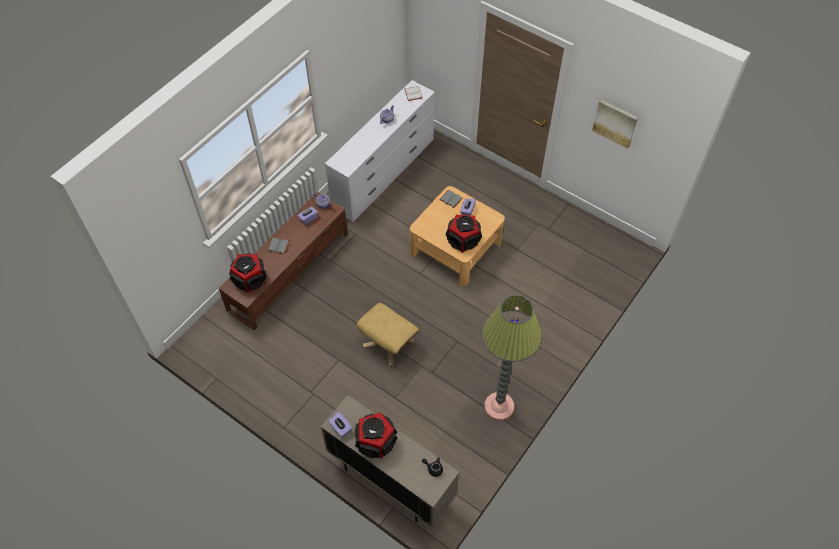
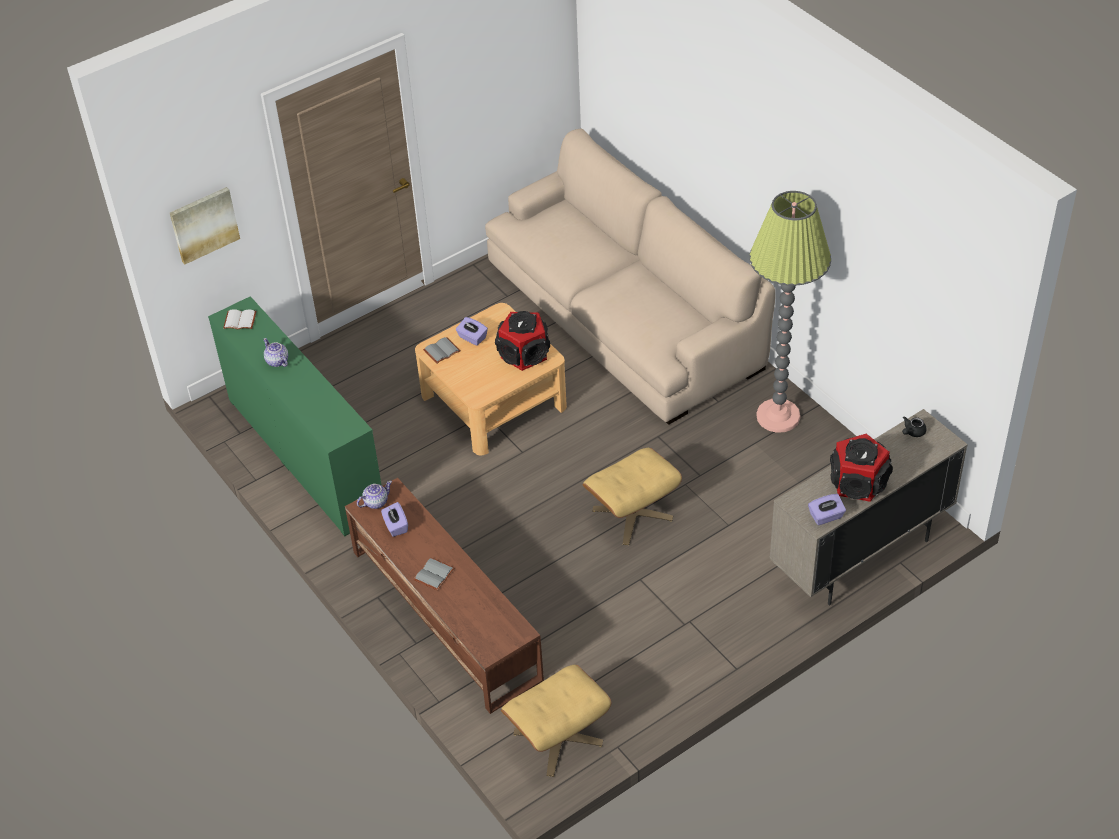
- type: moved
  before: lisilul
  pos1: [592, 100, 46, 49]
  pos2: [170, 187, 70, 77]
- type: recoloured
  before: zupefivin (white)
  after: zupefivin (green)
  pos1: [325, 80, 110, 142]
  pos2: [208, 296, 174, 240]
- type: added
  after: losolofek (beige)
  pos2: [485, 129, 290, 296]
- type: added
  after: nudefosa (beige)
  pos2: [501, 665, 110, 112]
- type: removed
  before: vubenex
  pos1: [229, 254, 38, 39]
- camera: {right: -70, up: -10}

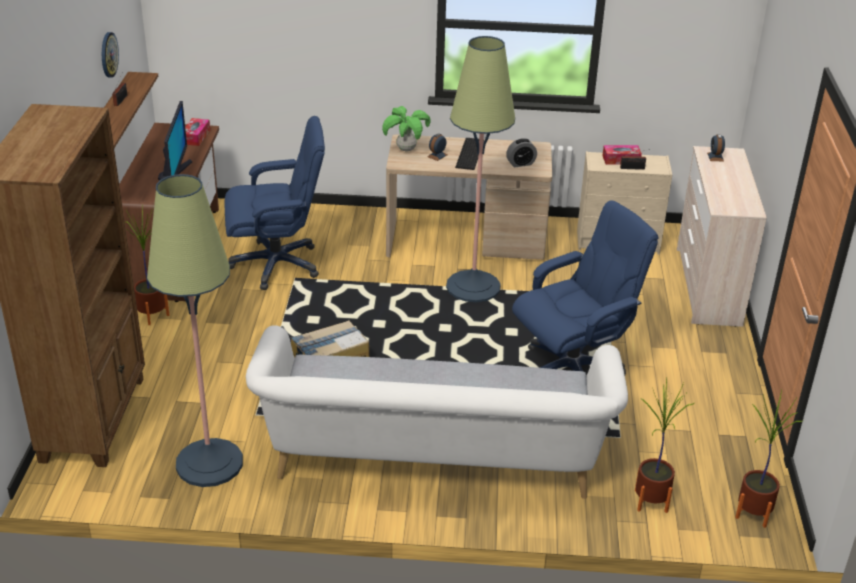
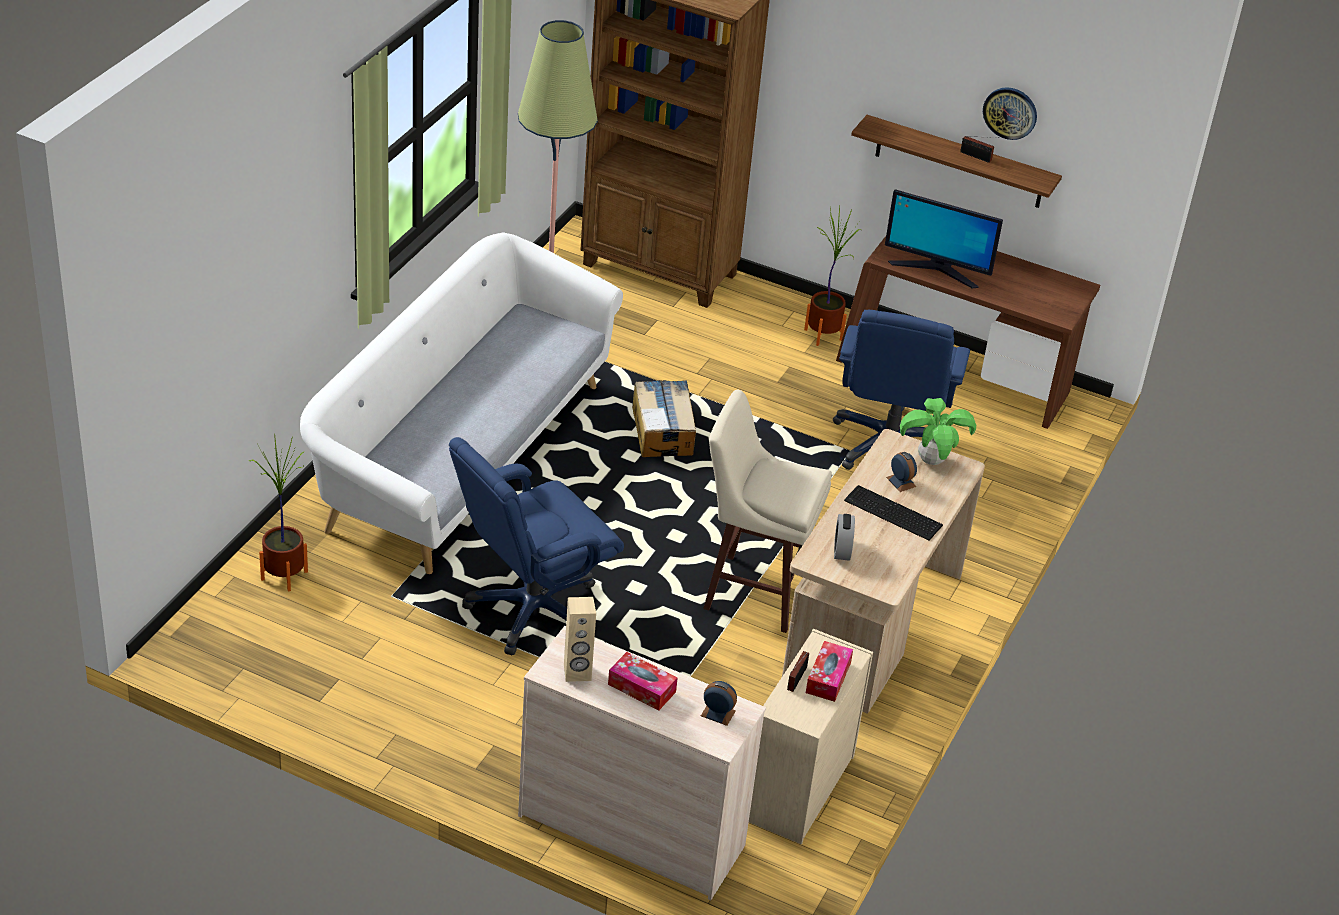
- type: turned
  before: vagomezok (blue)
  pos1: [512, 200, 147, 175]
  pos2: [449, 437, 175, 218]
  turn: 60
- type: added
  after: vubenex (beige)
  pos2: [564, 597, 32, 85]
- type: moved
  before: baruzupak
  pos1: [185, 118, 25, 28]
  pos2: [608, 652, 70, 59]
- type: replaced
  before: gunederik
  after: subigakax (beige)
  pos1: [446, 36, 69, 266]
  pos2: [703, 390, 129, 243]
- type: removed
  before: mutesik
  pos1: [735, 390, 69, 138]
- camera: {right: 110, up: 5}

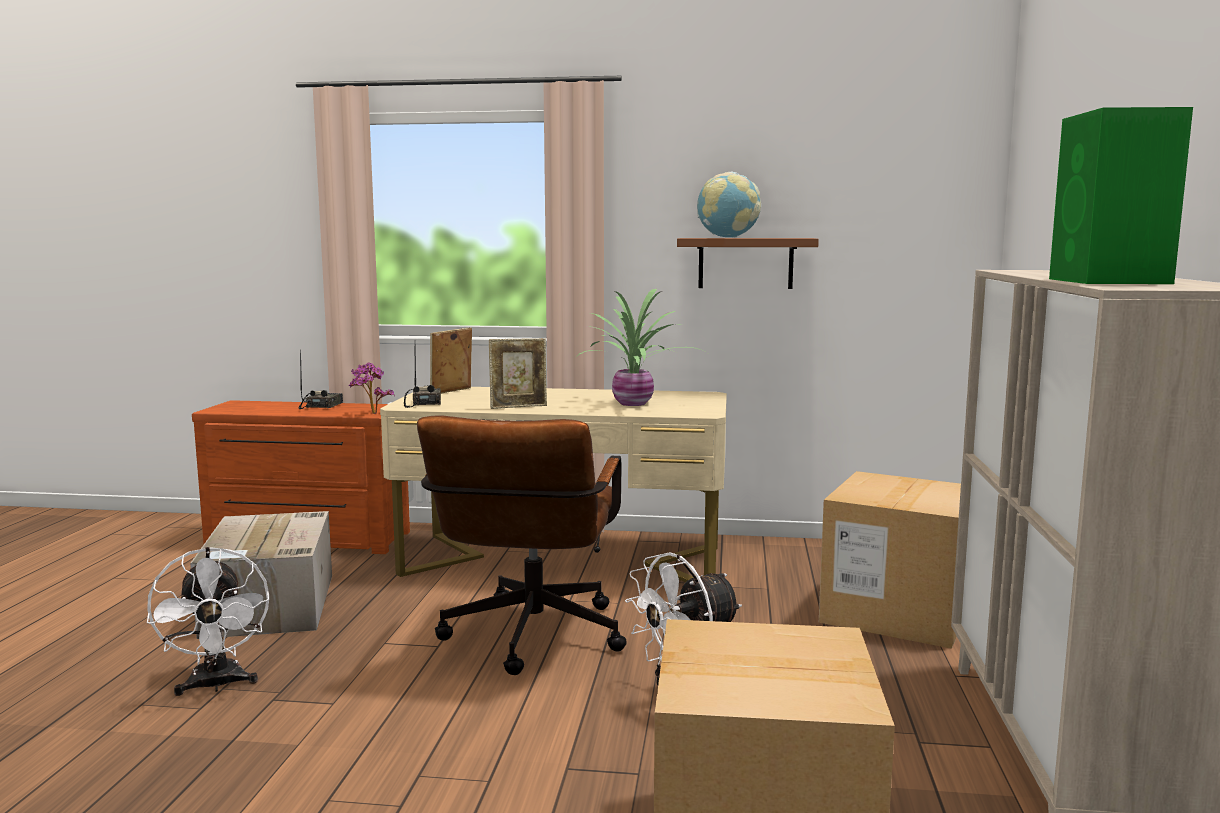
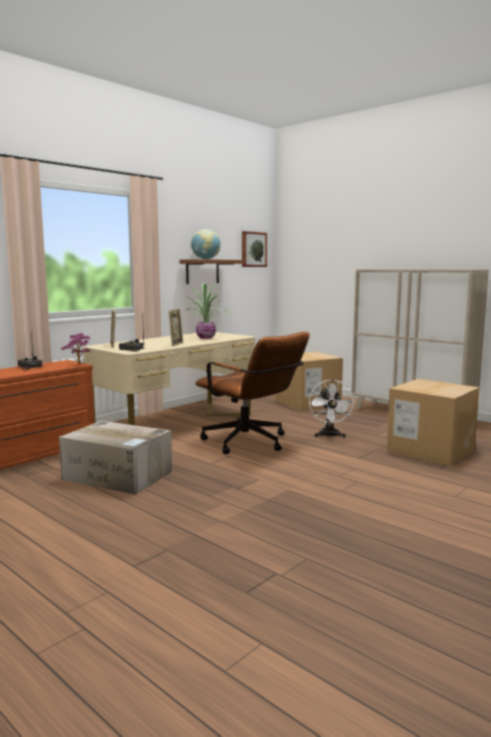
- type: added
  after: lisilul
  pos2: [242, 231, 25, 36]
- type: removed
  before: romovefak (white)
  pos1: [147, 547, 122, 149]
- type: removed
  before: vubenex (green)
  pos1: [1049, 107, 144, 177]
- camera: {right: -55, up: 0}

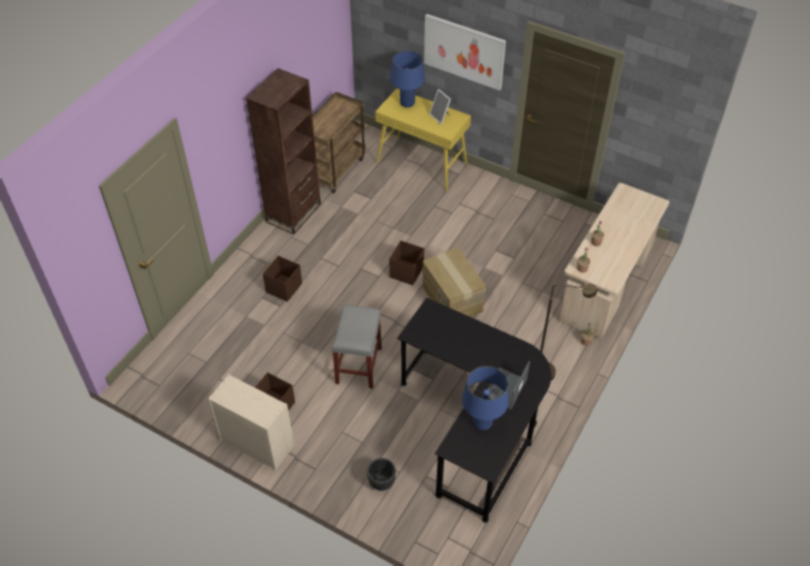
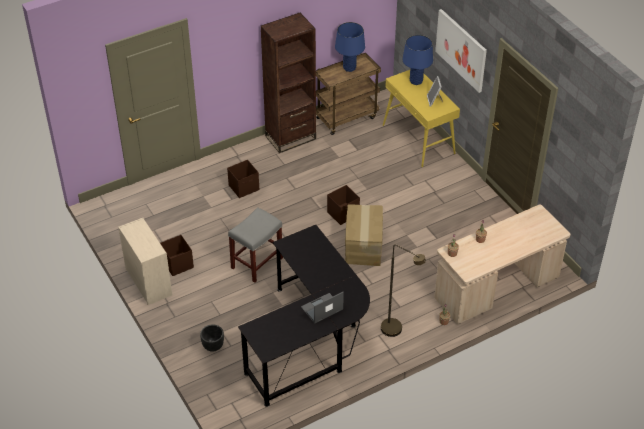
- type: moved
  before: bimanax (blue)
  pos1: [462, 366, 47, 64]
  pos2: [335, 22, 30, 50]
- camera: {right: 30, up: -5}

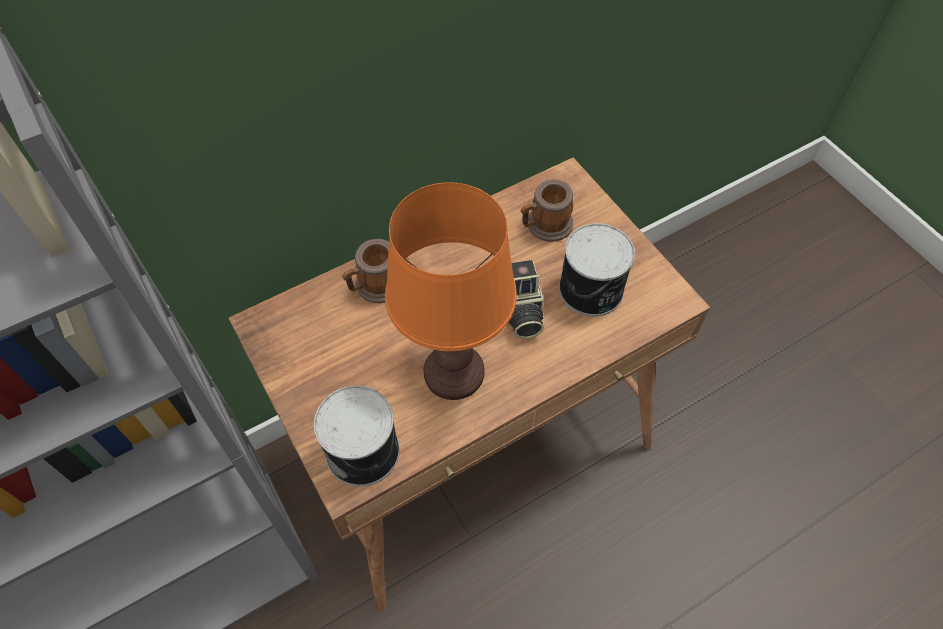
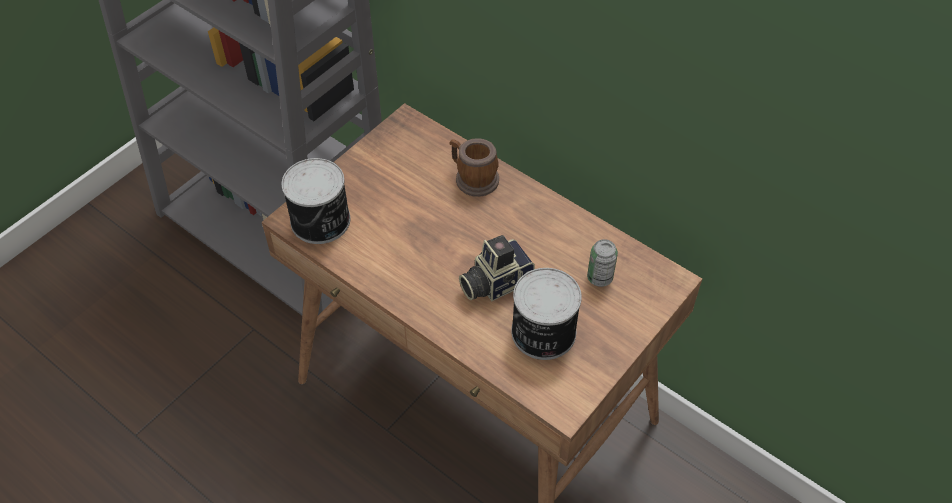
- type: replaced
  before: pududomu
  after: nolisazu
  pos1: [521, 179, 52, 63]
  pos2: [587, 239, 31, 48]
- type: removed
  before: bimanax (orange)
  pos1: [385, 182, 132, 218]
- camera: {right: 70, up: -5}

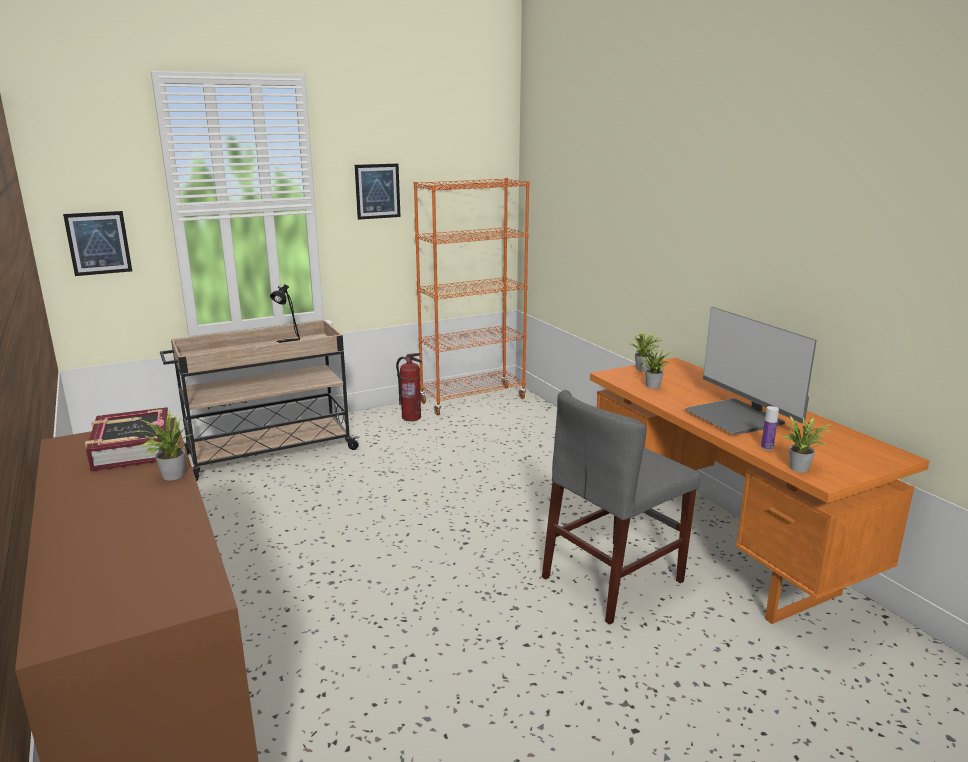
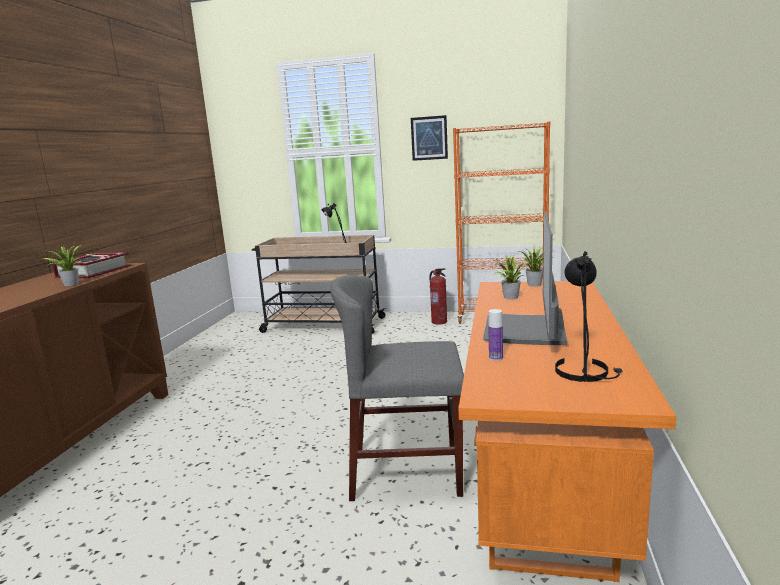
- type: added
  after: bimanax (black)
  pos2: [555, 251, 68, 131]
- type: removed
  before: lisilul
  pos1: [63, 211, 69, 65]
- type: removed
  before: mutesik
  pos1: [783, 416, 49, 57]
- camera: {right: 40, up: -5}

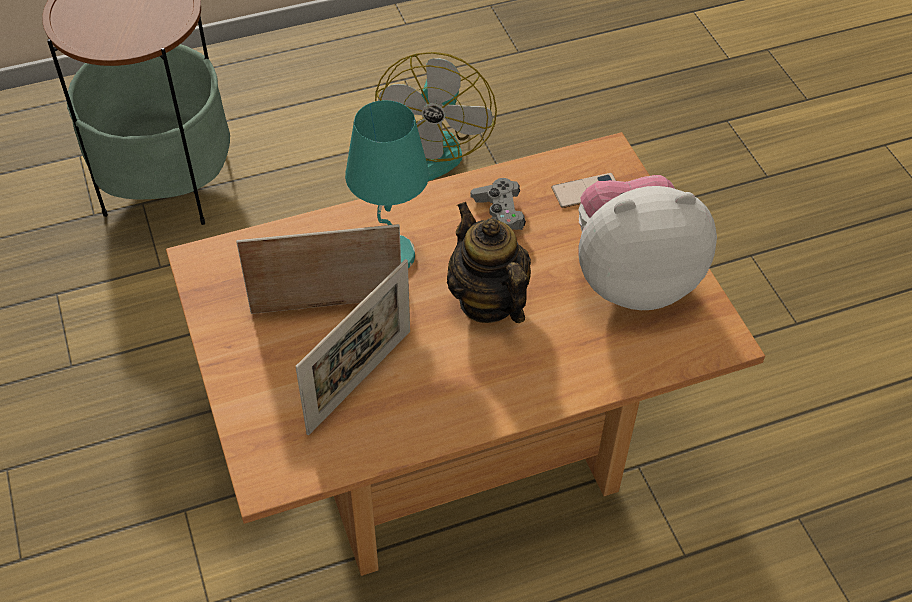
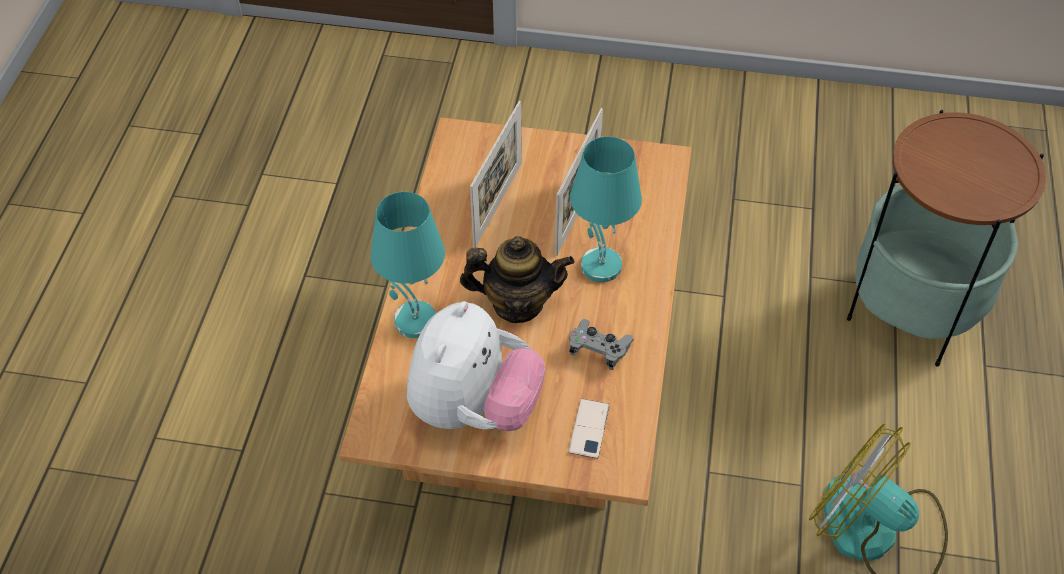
- type: added
  after: bimanax (turquoise)
  pos2: [371, 192, 74, 146]
- type: turned
  before: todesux
  pos1: [295, 259, 115, 176]
  pos2: [470, 101, 52, 147]
  turn: -135
- camera: {right: 120, up: 0}

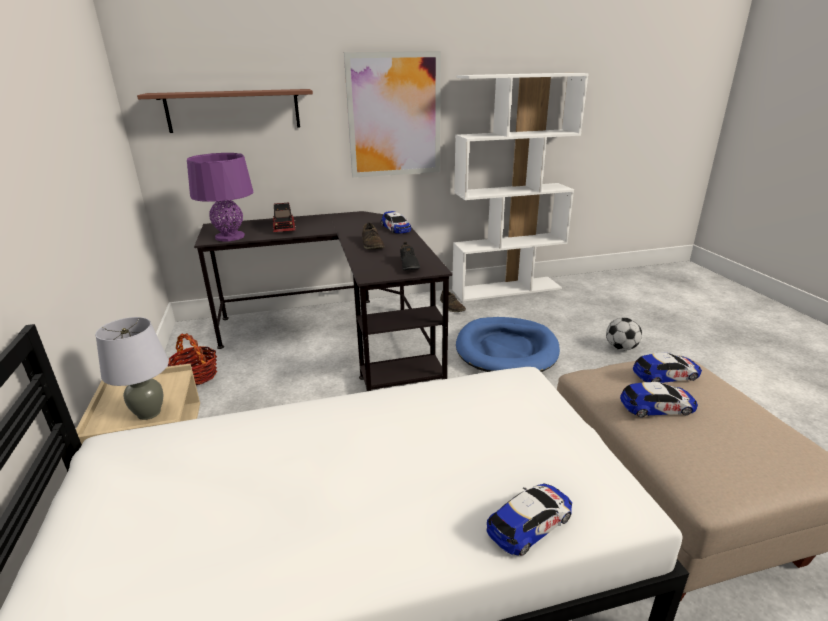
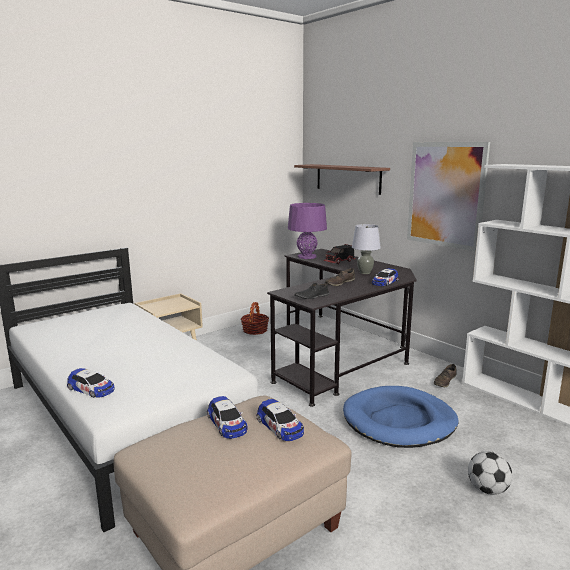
- type: moved
  before: bimanax (grey)
  pos1: [95, 317, 74, 103]
  pos2: [352, 224, 29, 50]
- camera: {right: 65, up: -10}

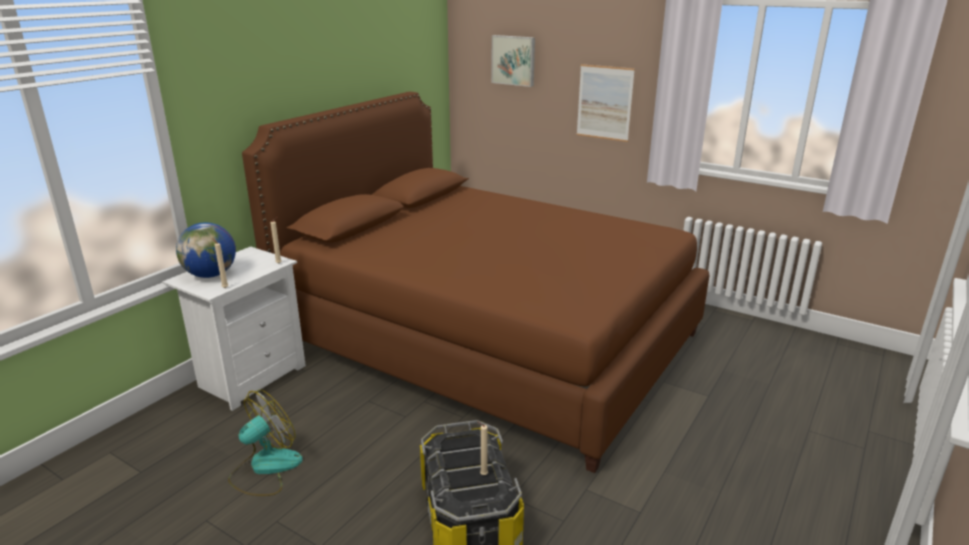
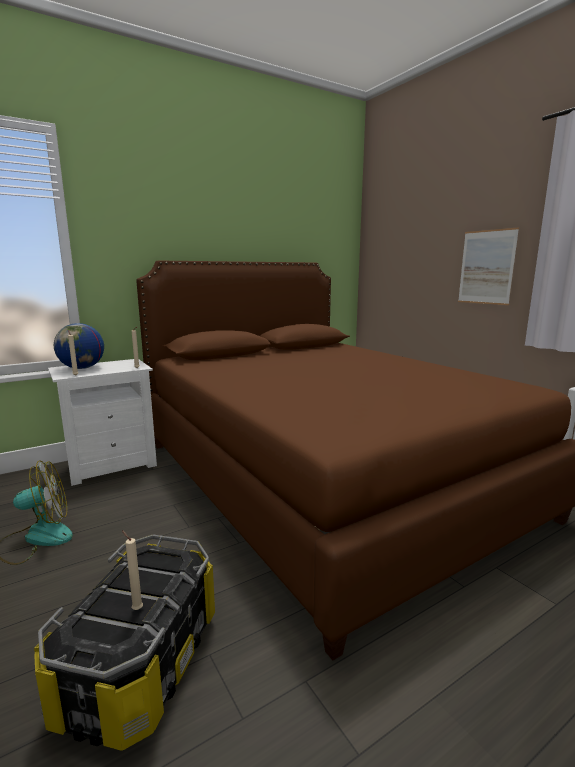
- type: removed
  before: lisilul
  pos1: [491, 35, 44, 52]
- camera: {right: 25, up: -10}

